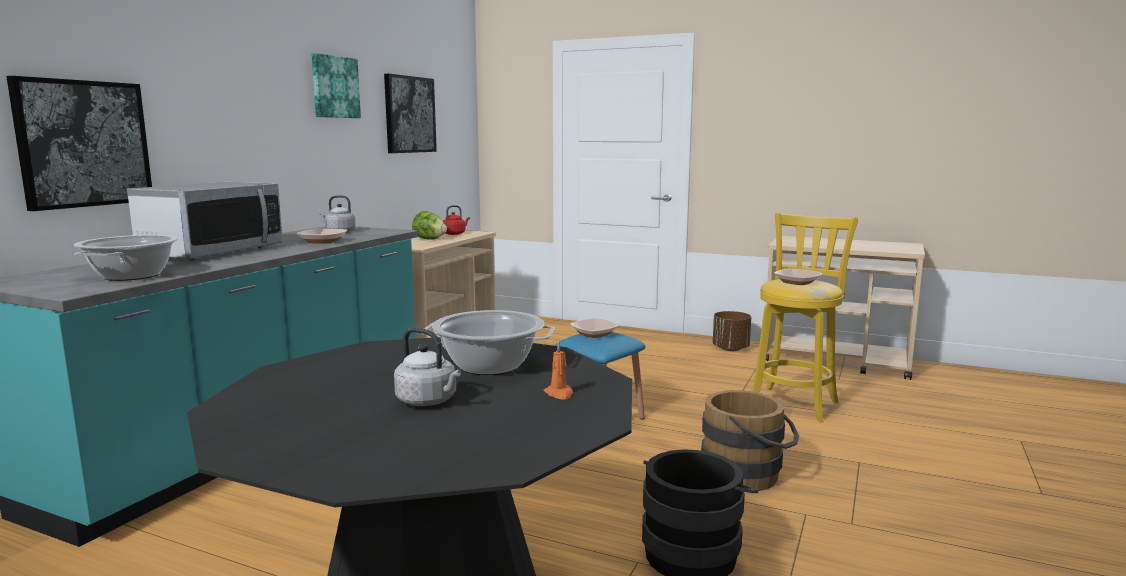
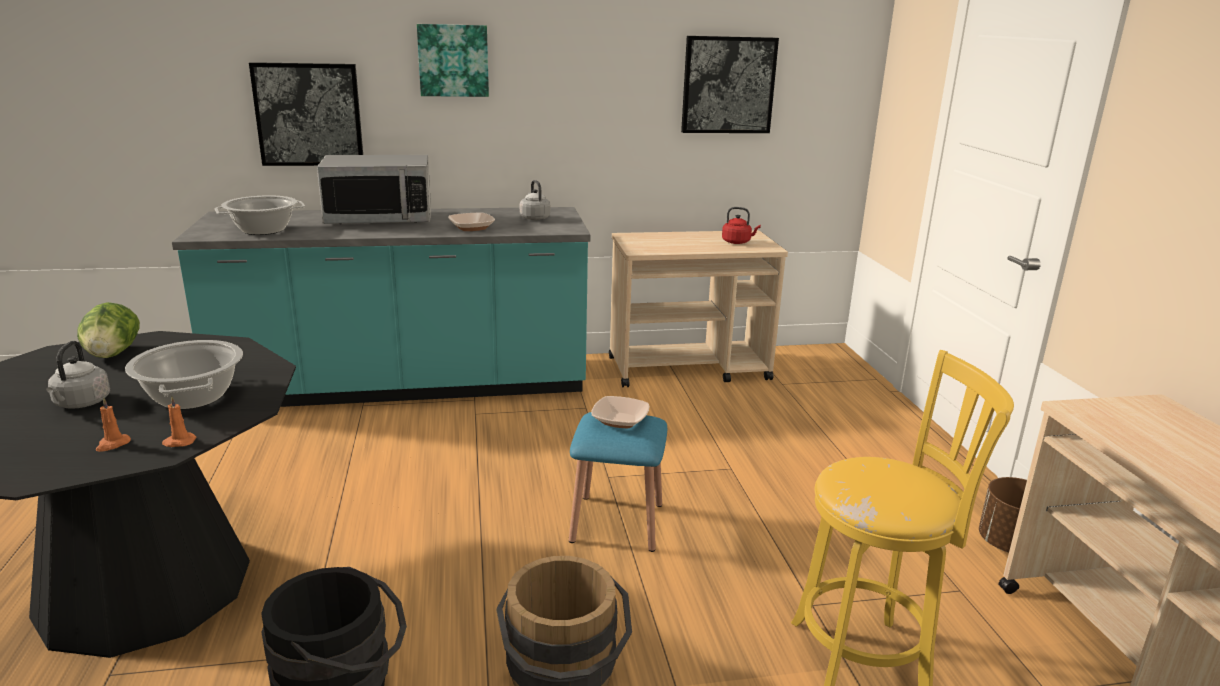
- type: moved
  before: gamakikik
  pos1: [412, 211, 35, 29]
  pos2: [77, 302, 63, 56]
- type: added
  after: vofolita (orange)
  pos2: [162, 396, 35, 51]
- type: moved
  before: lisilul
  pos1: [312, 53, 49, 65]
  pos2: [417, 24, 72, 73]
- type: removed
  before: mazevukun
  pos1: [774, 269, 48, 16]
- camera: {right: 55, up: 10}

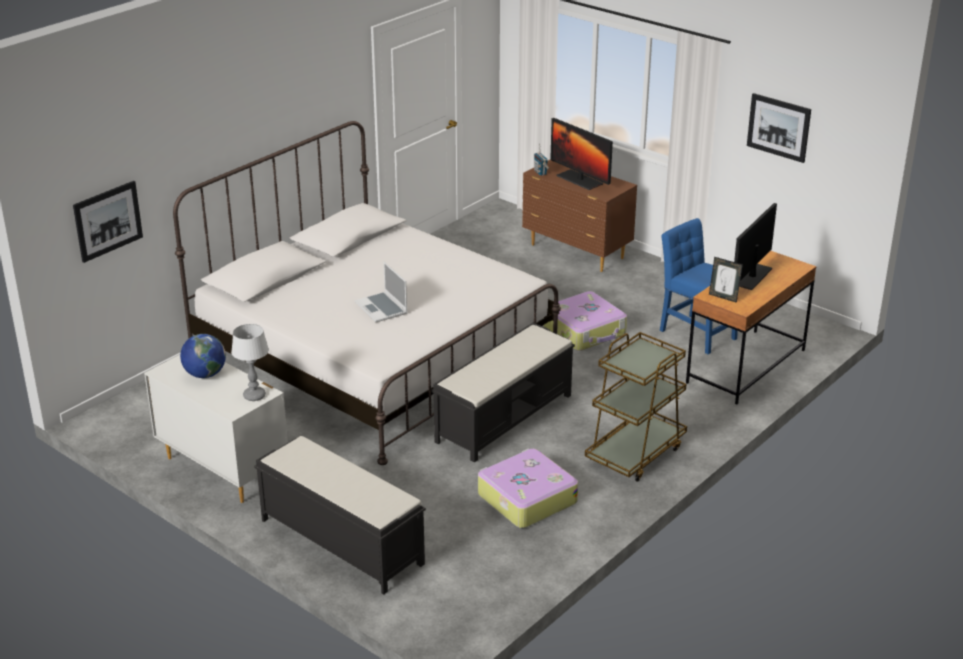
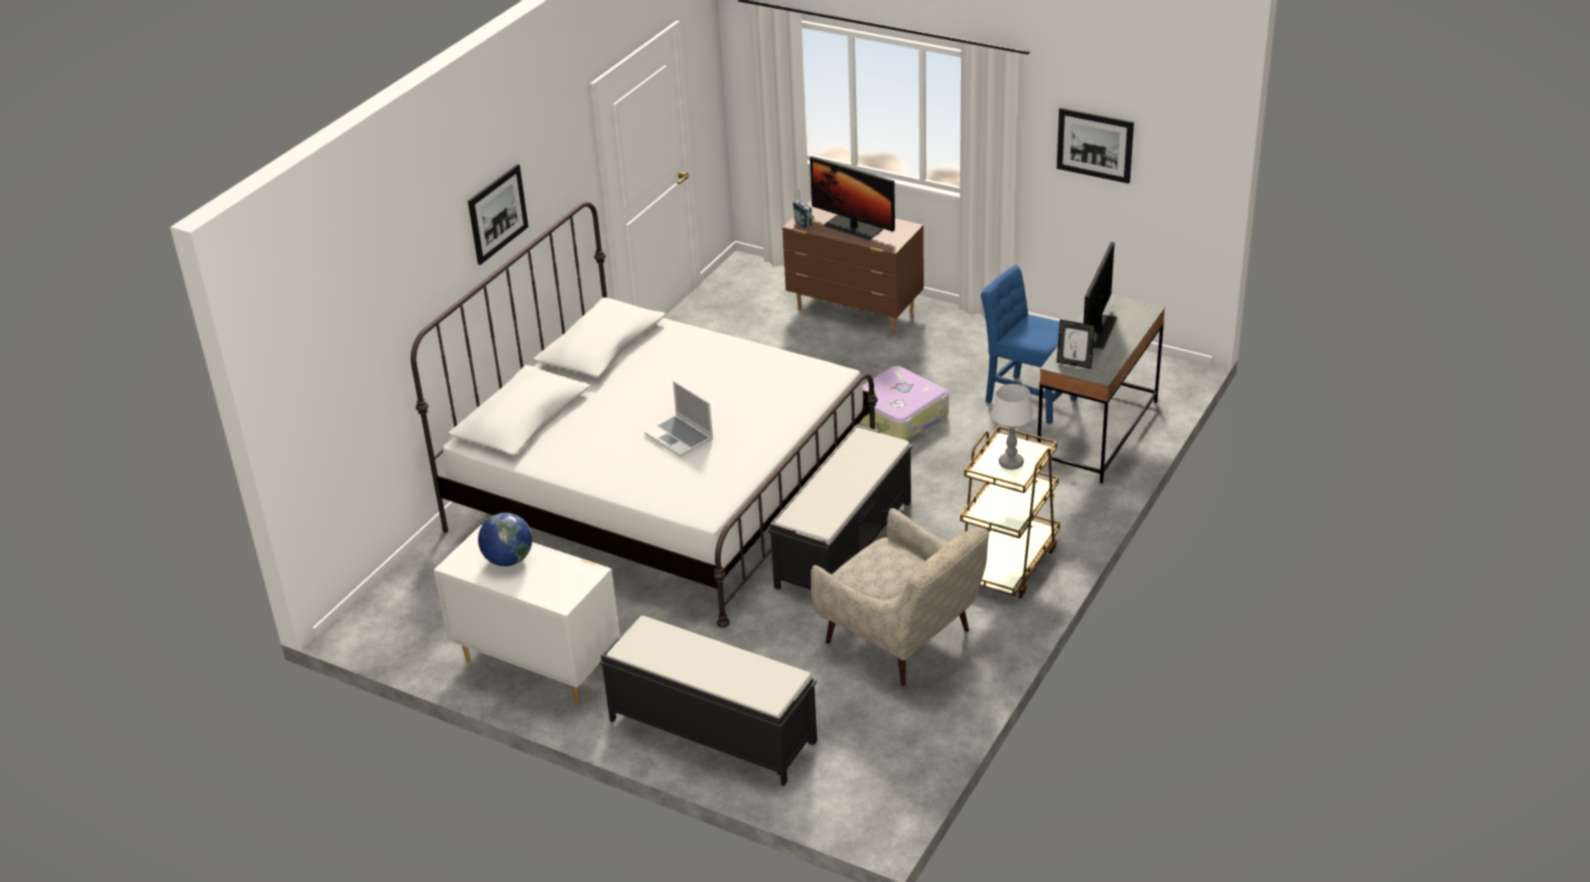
- type: moved
  before: lisilul
  pos1: [73, 181, 70, 82]
  pos2: [468, 164, 60, 101]
- type: replaced
  before: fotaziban
  after: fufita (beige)
  pos1: [478, 449, 100, 79]
  pos2: [811, 508, 178, 178]
- type: moved
  before: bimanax
  pos1: [231, 324, 38, 77]
  pos2: [991, 384, 43, 86]
- type: recoloured
  before: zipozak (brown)
  after: zipozak (grey)
  pos1: [686, 251, 130, 154]
  pos2: [1037, 295, 128, 188]
- camera: {right: -10, up: 5}

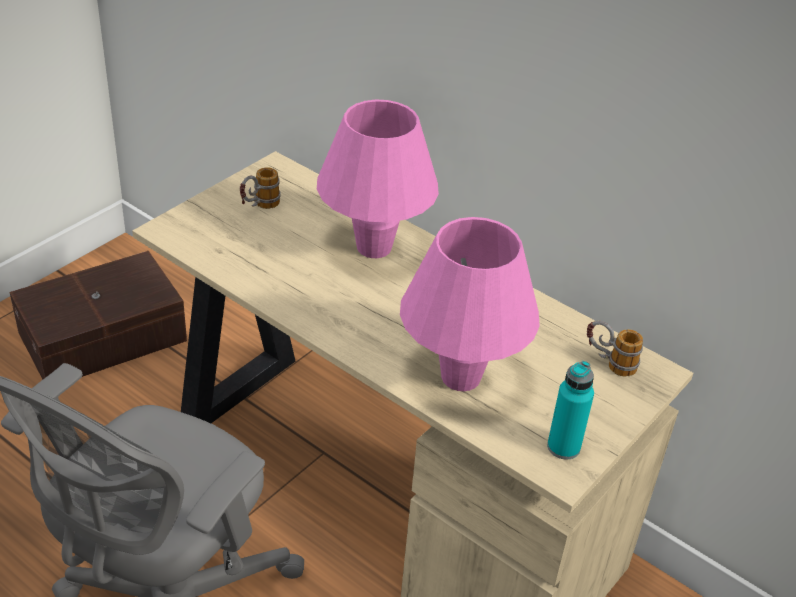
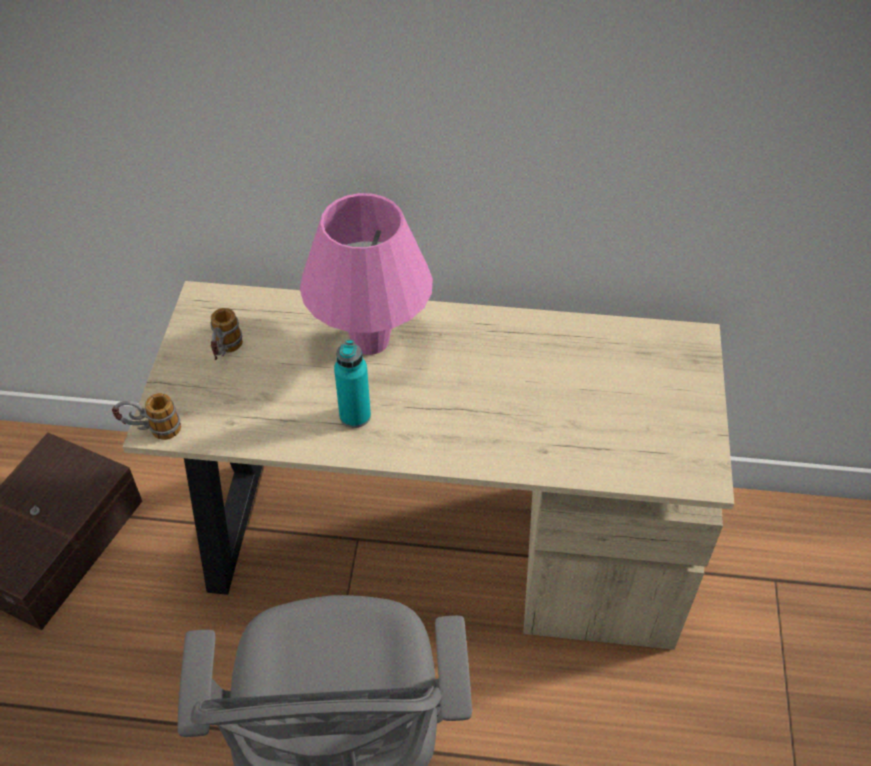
- type: moved
  before: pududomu
  pos1: [587, 321, 56, 56]
  pos2: [112, 393, 69, 47]
- type: moved
  before: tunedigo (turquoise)
  pos1: [547, 361, 47, 98]
  pos2: [334, 340, 37, 88]
- type: removed
  before: bimanax (pink)
  pos1: [400, 217, 140, 174]
- camera: {right: -30, up: 10}

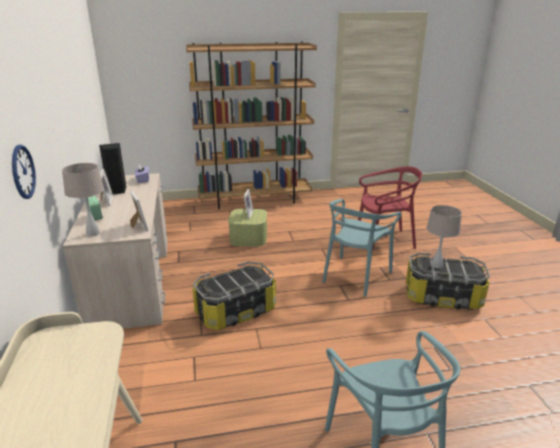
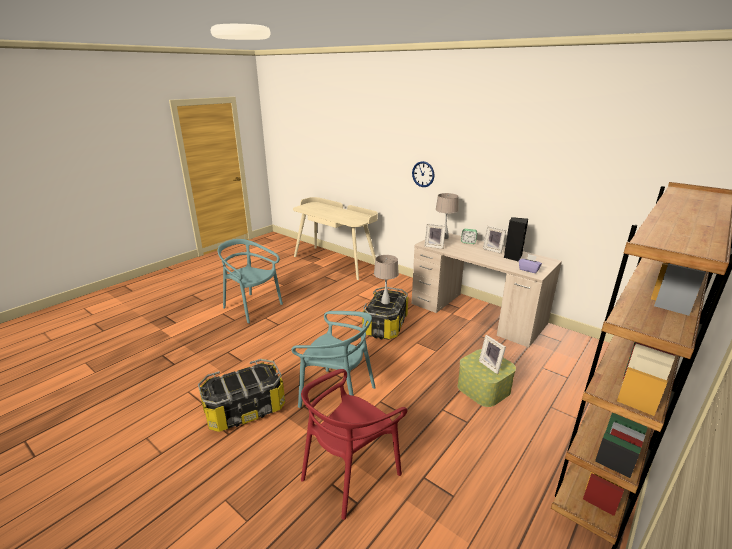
- type: turned
  before: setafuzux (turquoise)
  pos1: [322, 199, 79, 97]
  pos2: [291, 311, 85, 97]
  turn: 120
- type: moved
  before: bimanax (beige)
  pos1: [427, 205, 35, 64]
  pos2: [374, 255, 25, 49]
- camera: {right: 140, up: 0}

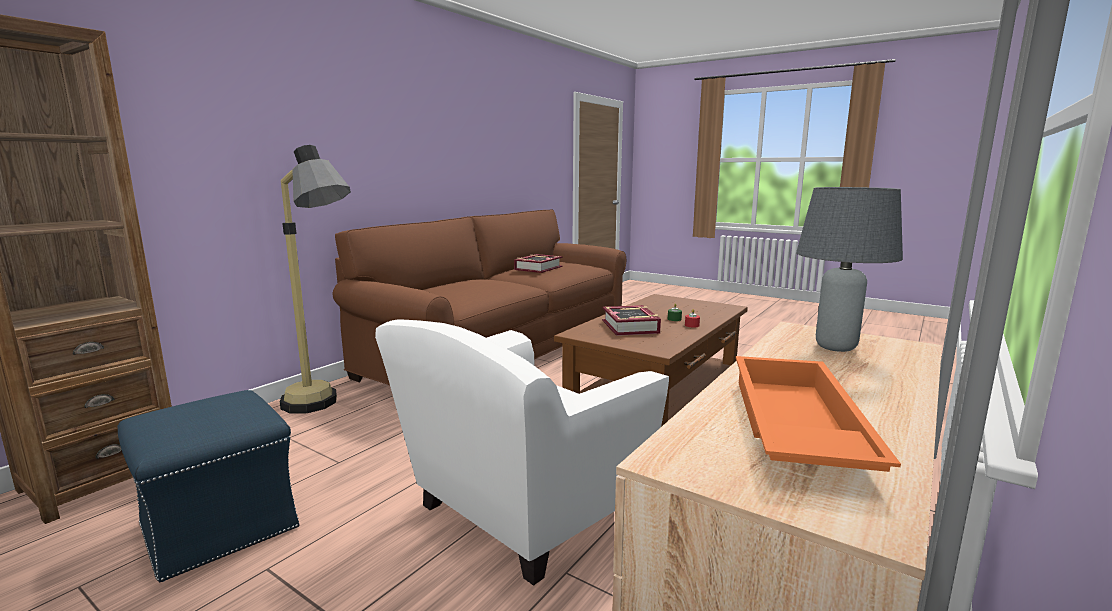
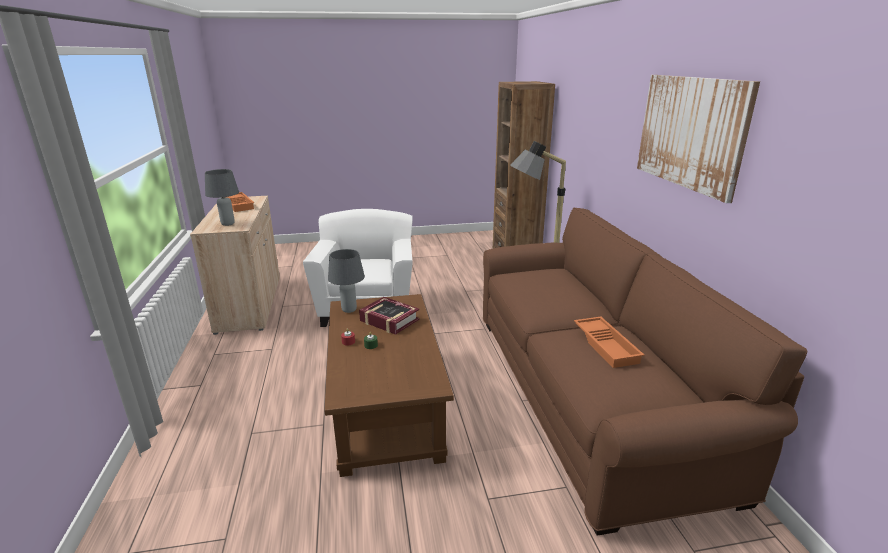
- type: added
  after: bimanax (grey)
  pos2: [328, 249, 37, 64]
- type: replaced
  before: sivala
  after: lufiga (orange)
  pos1: [514, 254, 49, 19]
  pos2: [574, 317, 70, 51]
- type: added
  after: lisilul
  pos2: [637, 75, 123, 128]
- type: removed
  before: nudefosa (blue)
  pos1: [118, 390, 182, 193]
- camera: {right: 135, up: 10}

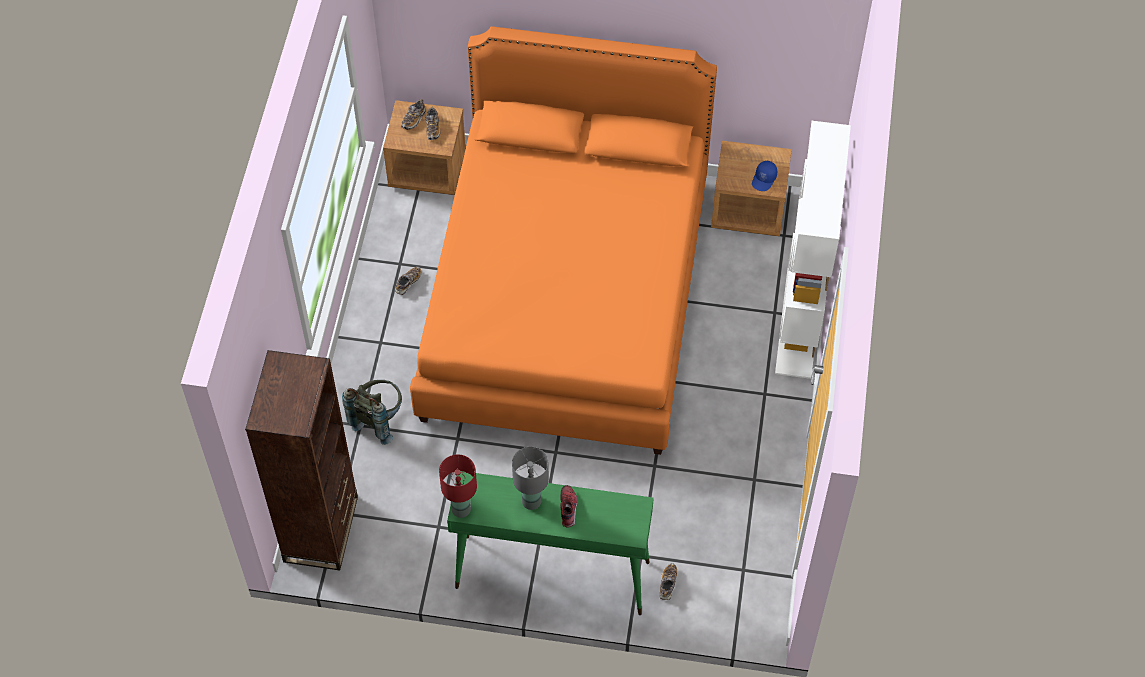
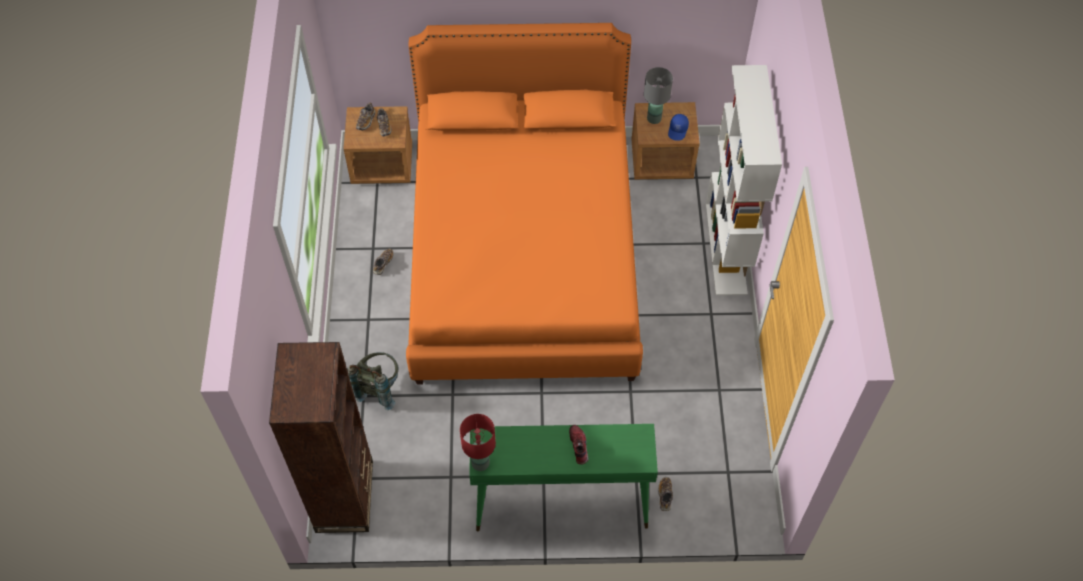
- type: moved
  before: bimanax (grey)
  pos1: [512, 447, 37, 63]
  pos2: [644, 67, 29, 57]
- camera: {right: -10, up: 0}

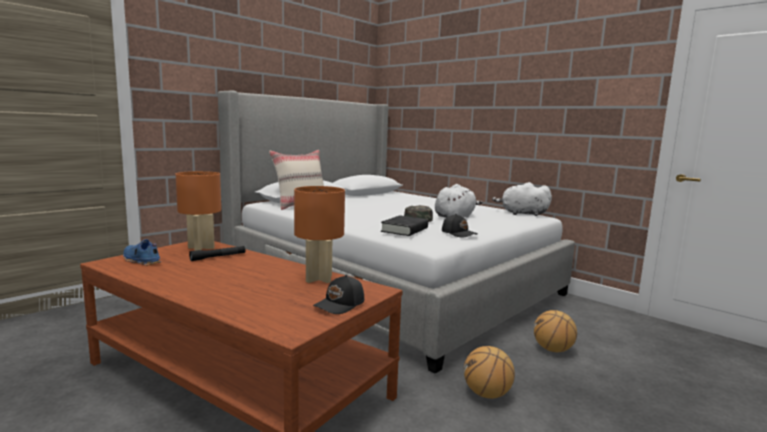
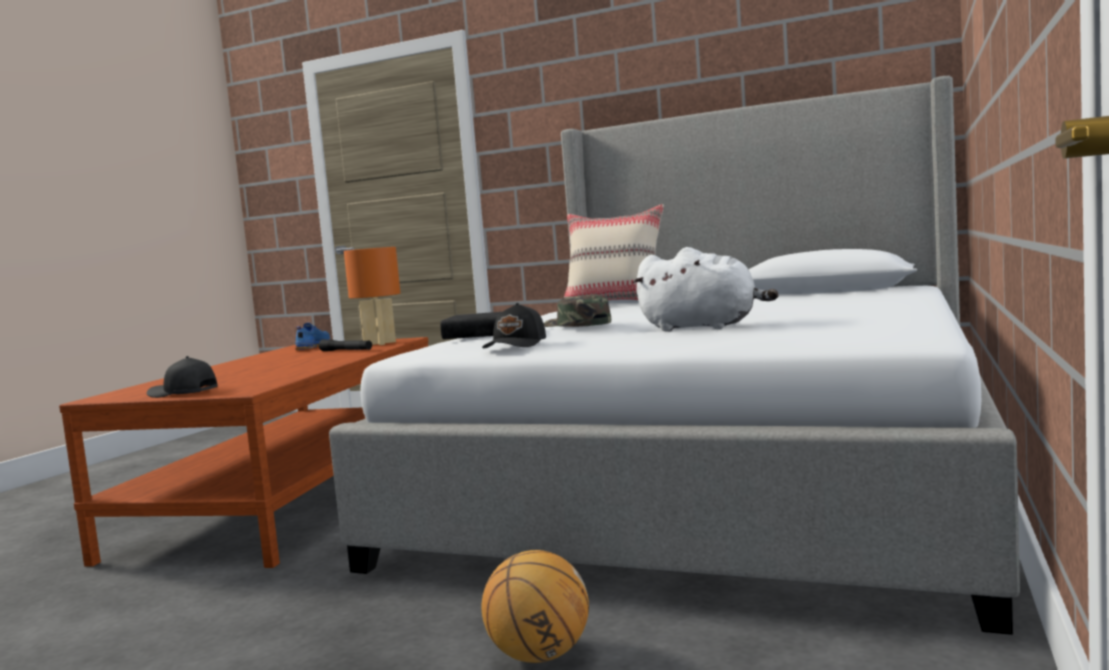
- type: removed
  before: bimanax (orange)
  pos1: [294, 186, 51, 97]
- type: removed
  before: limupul
  pos1: [464, 346, 51, 53]
- type: removed
  before: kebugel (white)
  pos1: [492, 182, 60, 34]
- camera: {right: 70, up: -5}

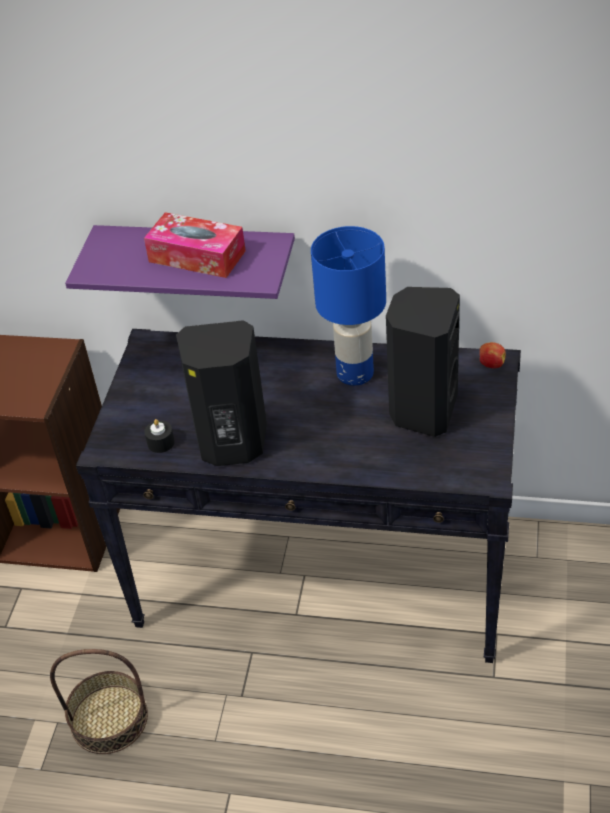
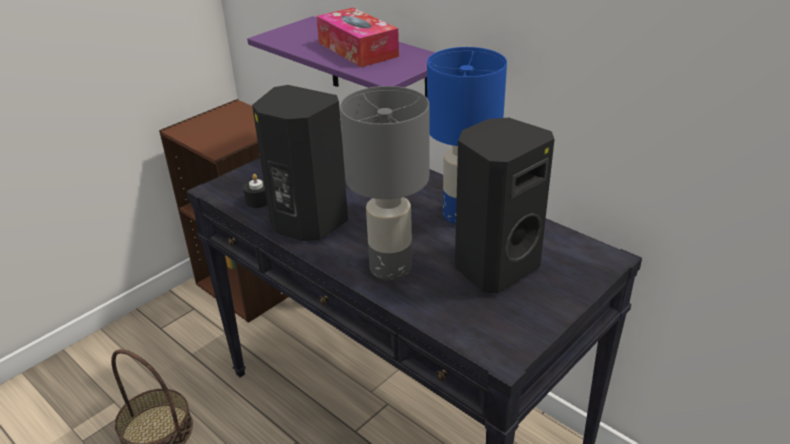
- type: added
  after: bimanax (grey)
  pos2: [340, 86, 89, 195]
- type: removed
  before: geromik
  pos1: [480, 342, 26, 26]
- camera: {right: 30, up: -10}

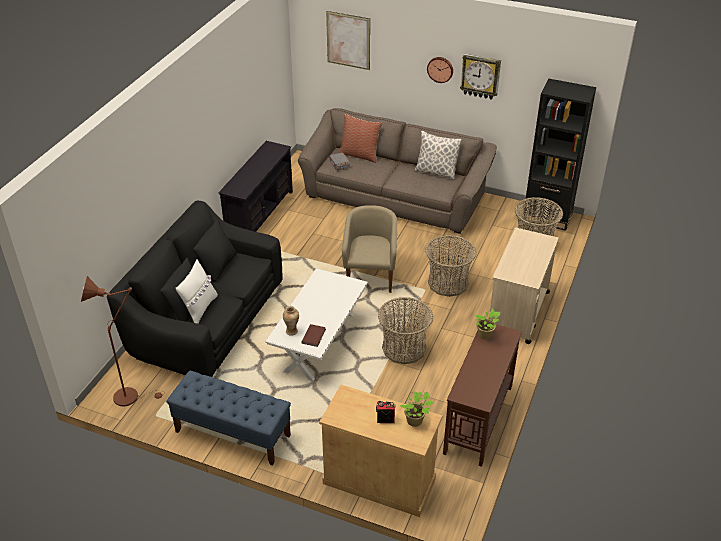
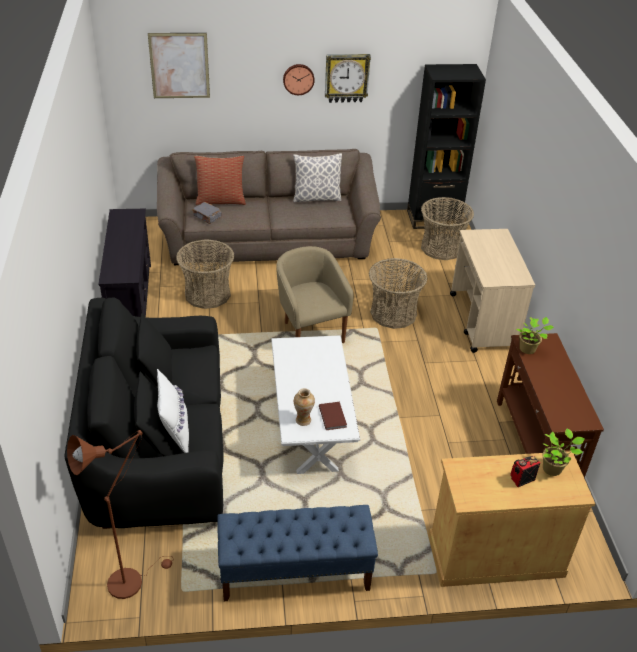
- type: moved
  before: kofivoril
  pos1: [378, 297, 55, 67]
  pos2: [176, 239, 58, 70]
- camera: {right: -30, up: 0}

